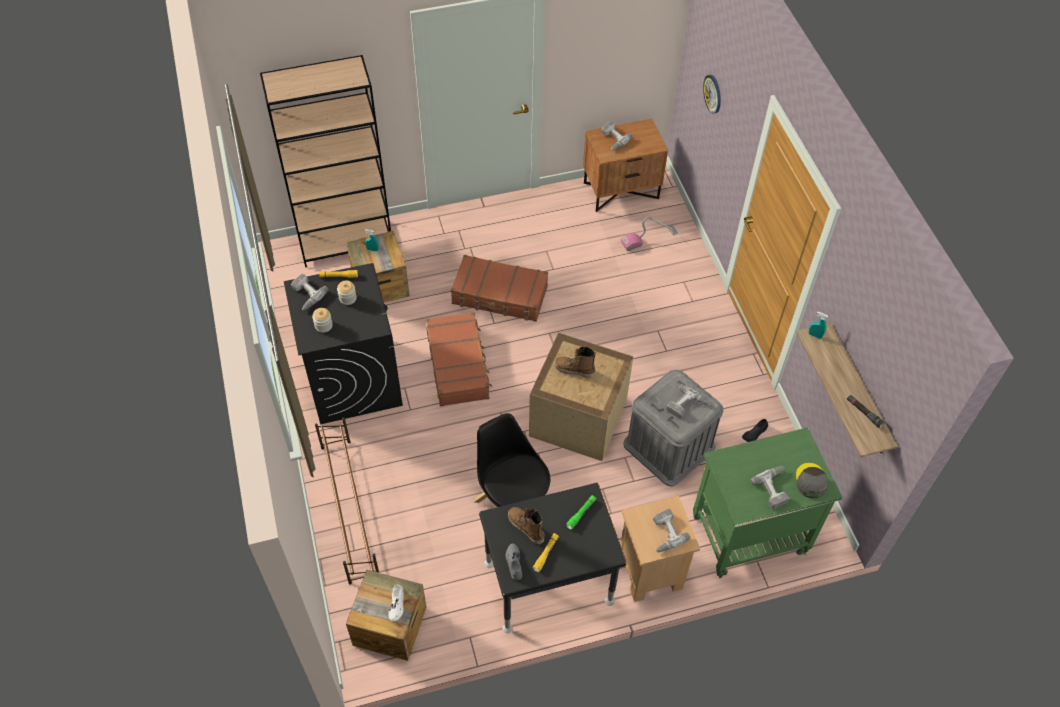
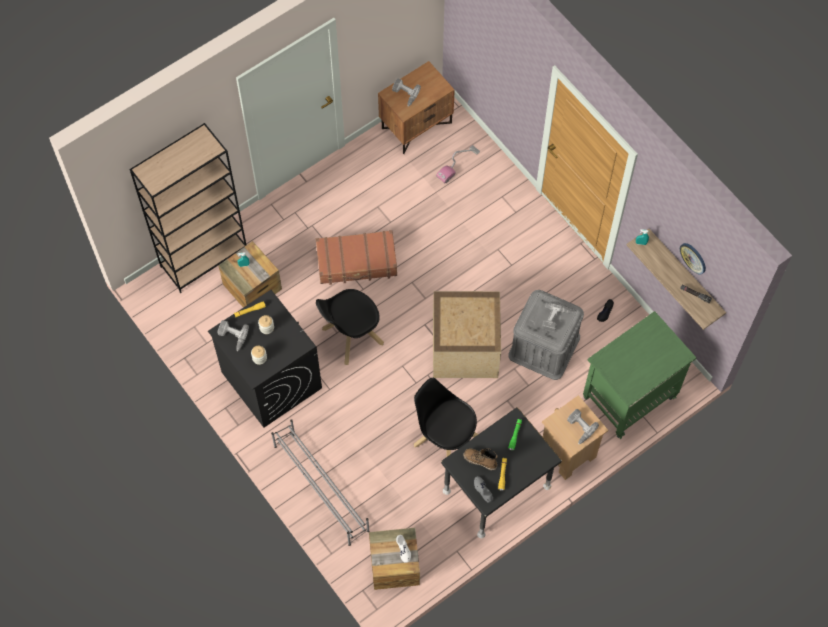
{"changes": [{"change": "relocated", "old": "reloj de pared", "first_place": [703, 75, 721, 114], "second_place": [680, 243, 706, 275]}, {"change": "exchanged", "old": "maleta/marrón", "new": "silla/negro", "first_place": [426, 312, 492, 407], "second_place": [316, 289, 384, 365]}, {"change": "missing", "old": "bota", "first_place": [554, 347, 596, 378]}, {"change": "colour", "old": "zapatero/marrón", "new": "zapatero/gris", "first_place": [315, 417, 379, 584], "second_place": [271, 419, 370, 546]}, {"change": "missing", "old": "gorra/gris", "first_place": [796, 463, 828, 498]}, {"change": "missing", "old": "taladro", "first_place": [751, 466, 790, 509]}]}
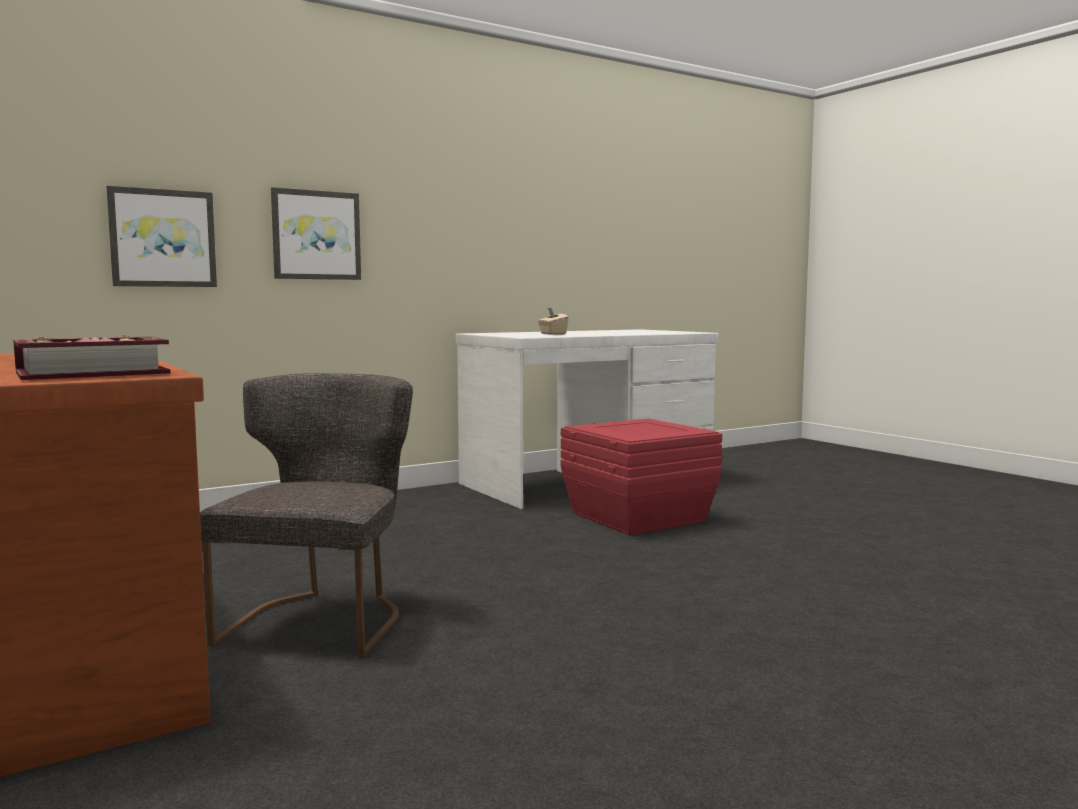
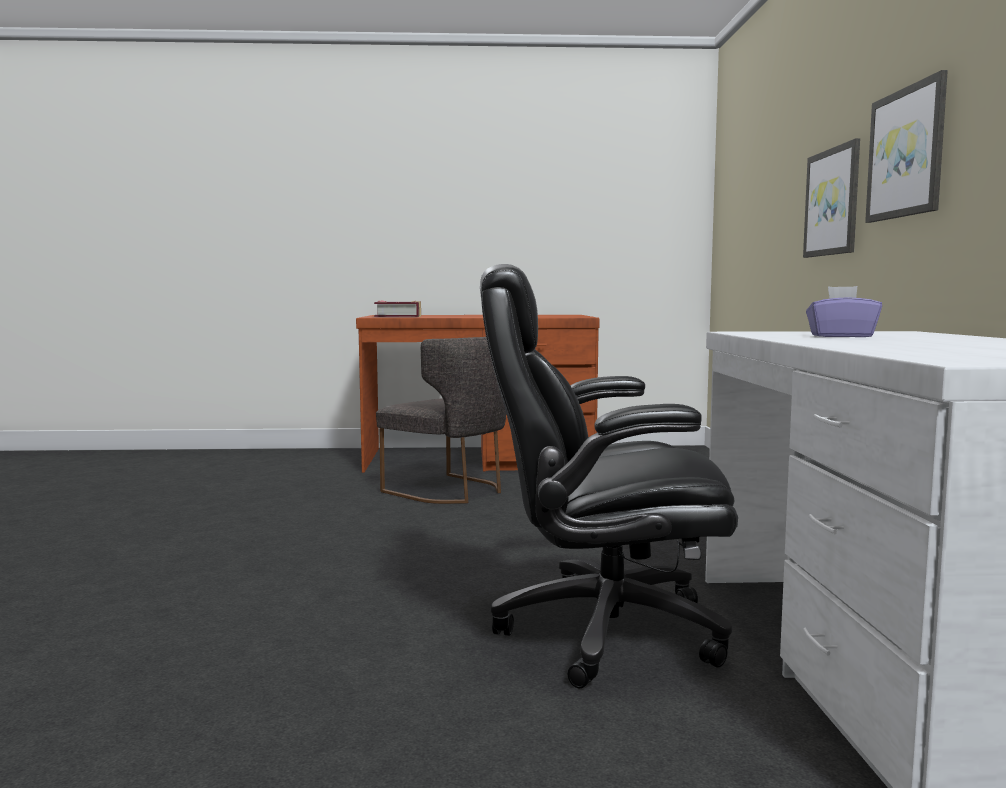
{"changes": [{"change": "relocated", "old": "cuadro", "first_place": [107, 186, 217, 287], "second_place": [865, 70, 948, 223]}, {"change": "colour", "old": "caja de pañuelos/beis", "new": "caja de pañuelos/morado", "first_place": [538, 308, 569, 335], "second_place": [806, 286, 882, 337]}, {"change": "exchanged", "old": "caja de almacenaje/rojo", "new": "silla de oficina/negro", "first_place": [560, 419, 722, 535], "second_place": [480, 264, 738, 688]}]}
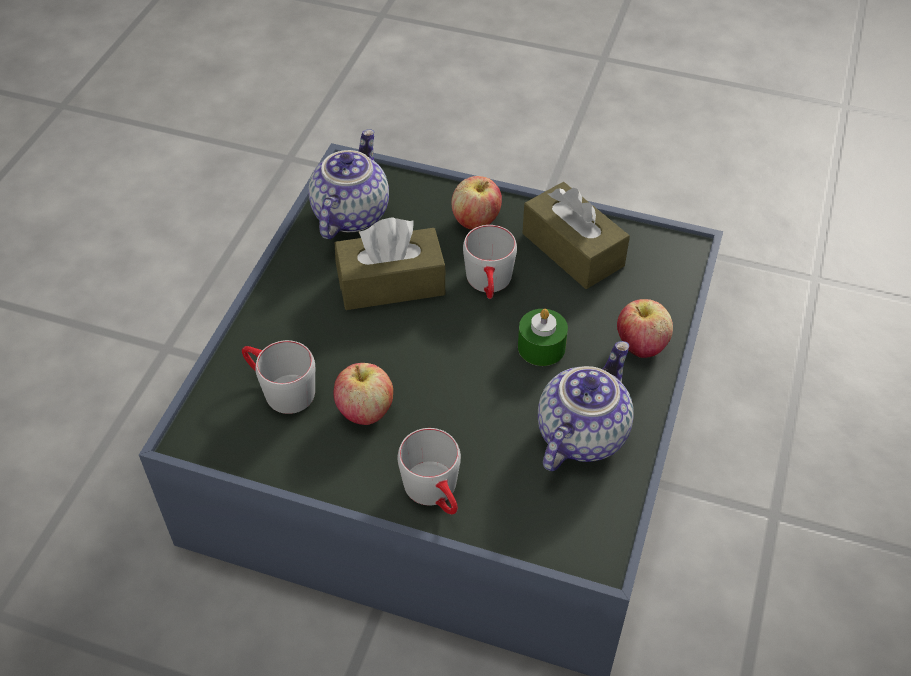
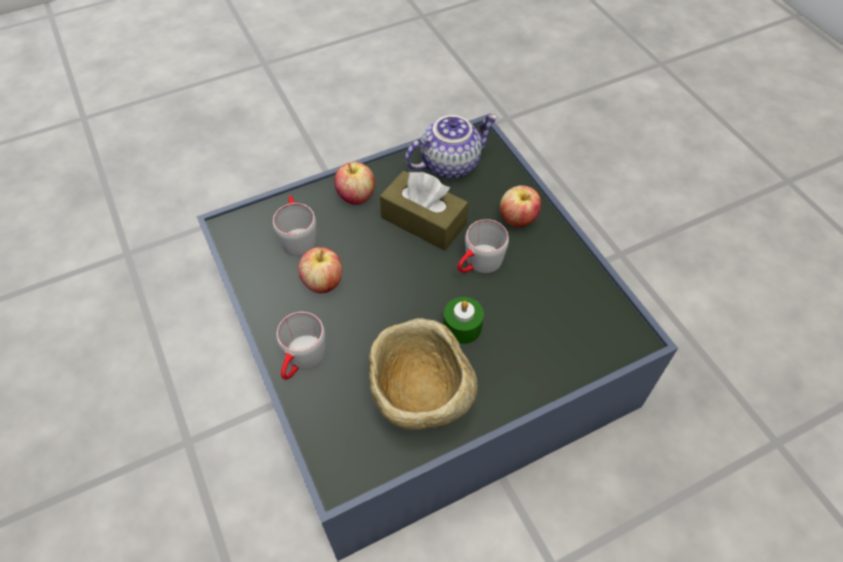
{"changes": [{"change": "missing", "old": "caja de pañuelos/marrón", "first_place": [522, 182, 630, 289]}, {"change": "relocated", "old": "manzana", "first_place": [617, 299, 673, 358], "second_place": [334, 162, 375, 205]}, {"change": "exchanged", "old": "tetera", "new": "cuenco/beis", "first_place": [538, 341, 634, 471], "second_place": [369, 318, 477, 430]}]}
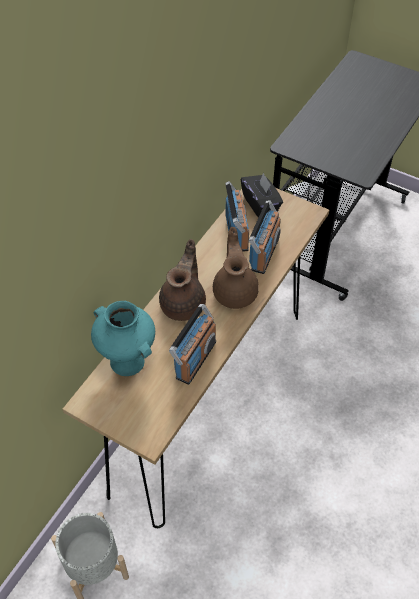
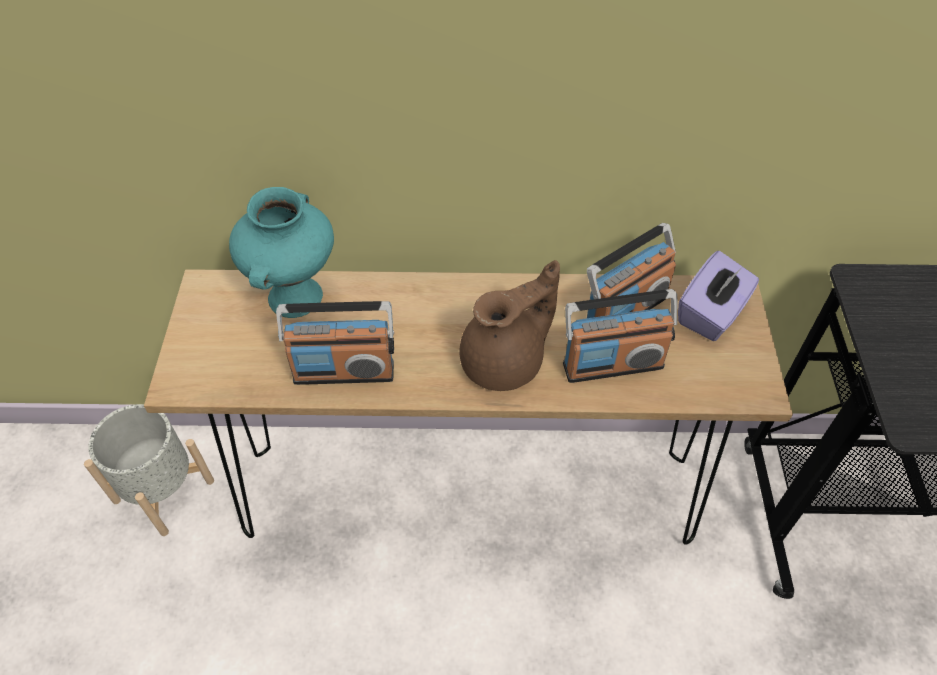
{"changes": [{"change": "colour", "old": "caja de pañuelos/negro", "new": "caja de pañuelos/morado", "first_place": [241, 172, 283, 218], "second_place": [678, 251, 759, 341]}, {"change": "missing", "old": "tetera/marrón", "first_place": [159, 239, 206, 321]}]}
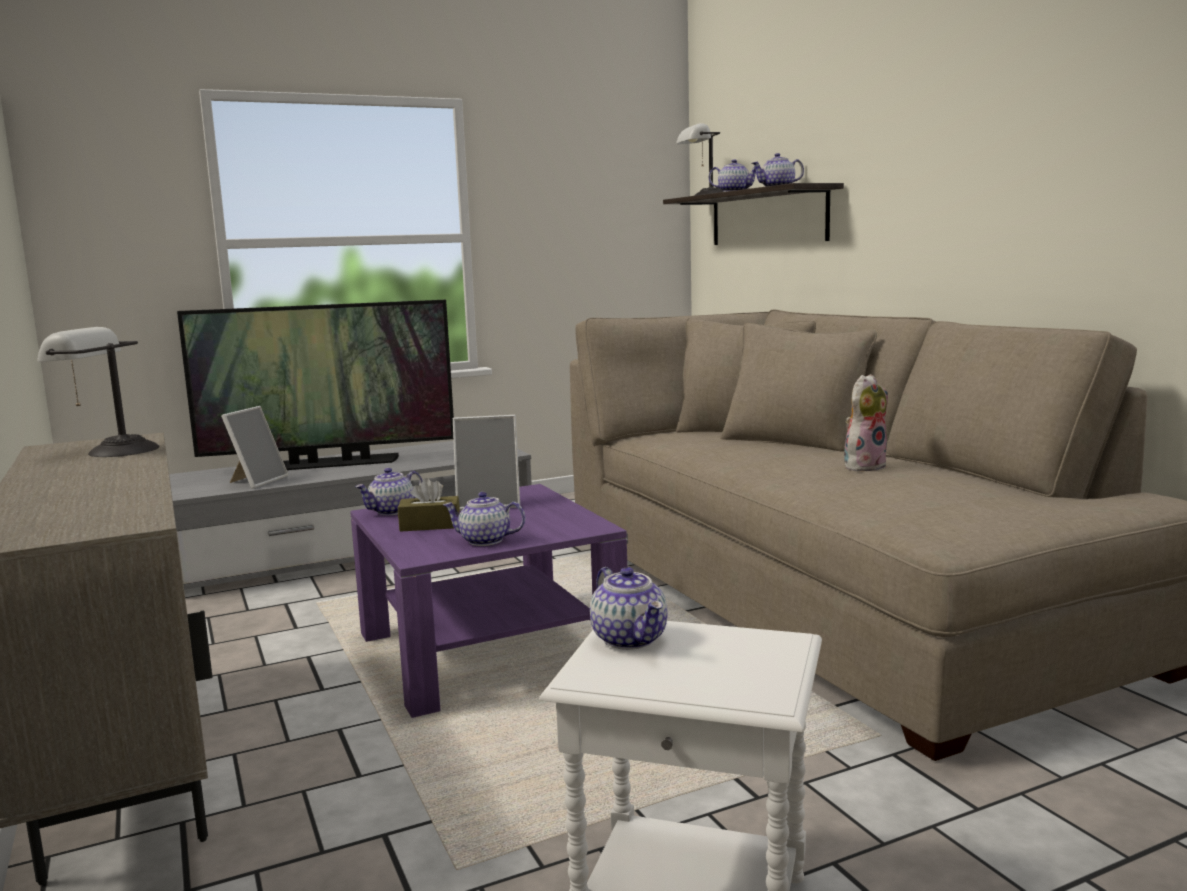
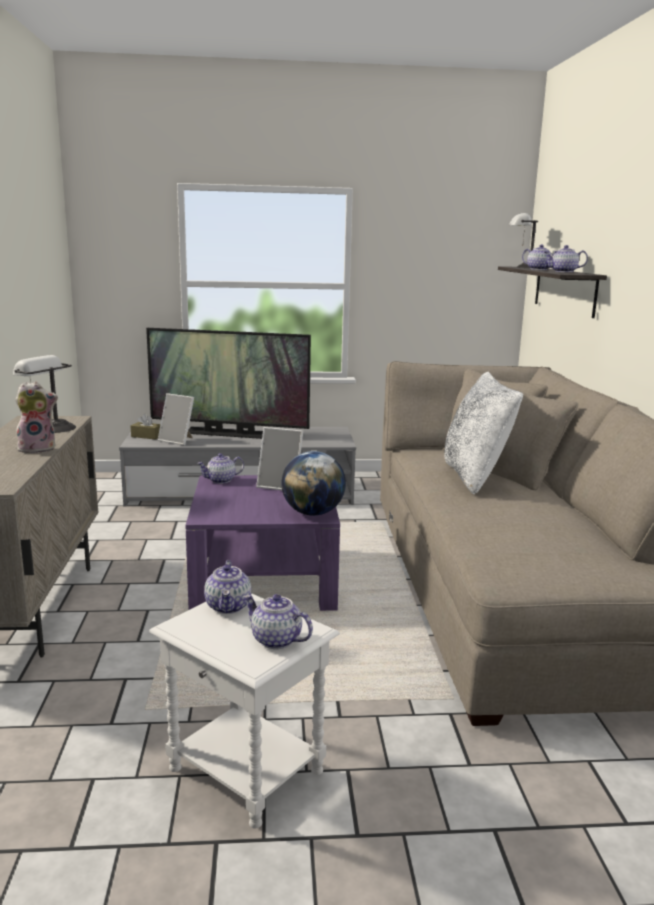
{"changes": [{"change": "relocated", "old": "peluche", "first_place": [844, 374, 888, 471], "second_place": [15, 382, 58, 454]}, {"change": "spun", "old": "portarretratos", "first_place": [221, 406, 289, 489], "second_place": [158, 393, 194, 445], "degrees": 75}, {"change": "relocated", "old": "caja de pañuelos/marrón", "first_place": [398, 478, 460, 532], "second_place": [131, 414, 160, 440]}, {"change": "relocated", "old": "tetera", "first_place": [443, 492, 525, 546], "second_place": [243, 594, 313, 649]}, {"change": "appeared", "new": "cojín/blanco", "second_place": [444, 372, 523, 494]}, {"change": "appeared", "new": "globo terráqueo", "second_place": [281, 451, 346, 516]}]}
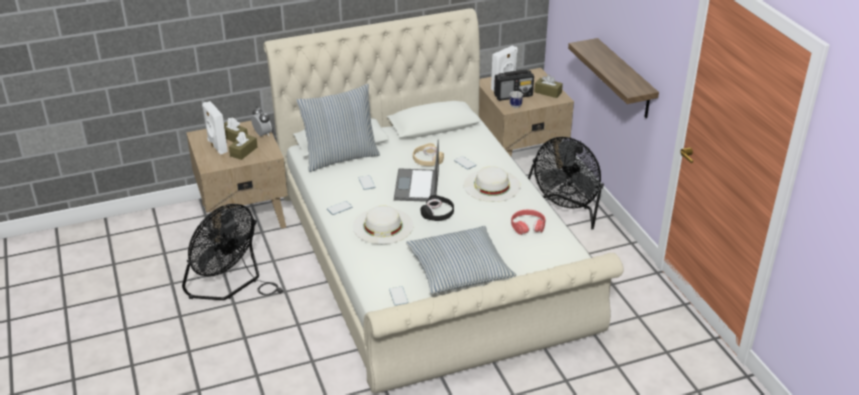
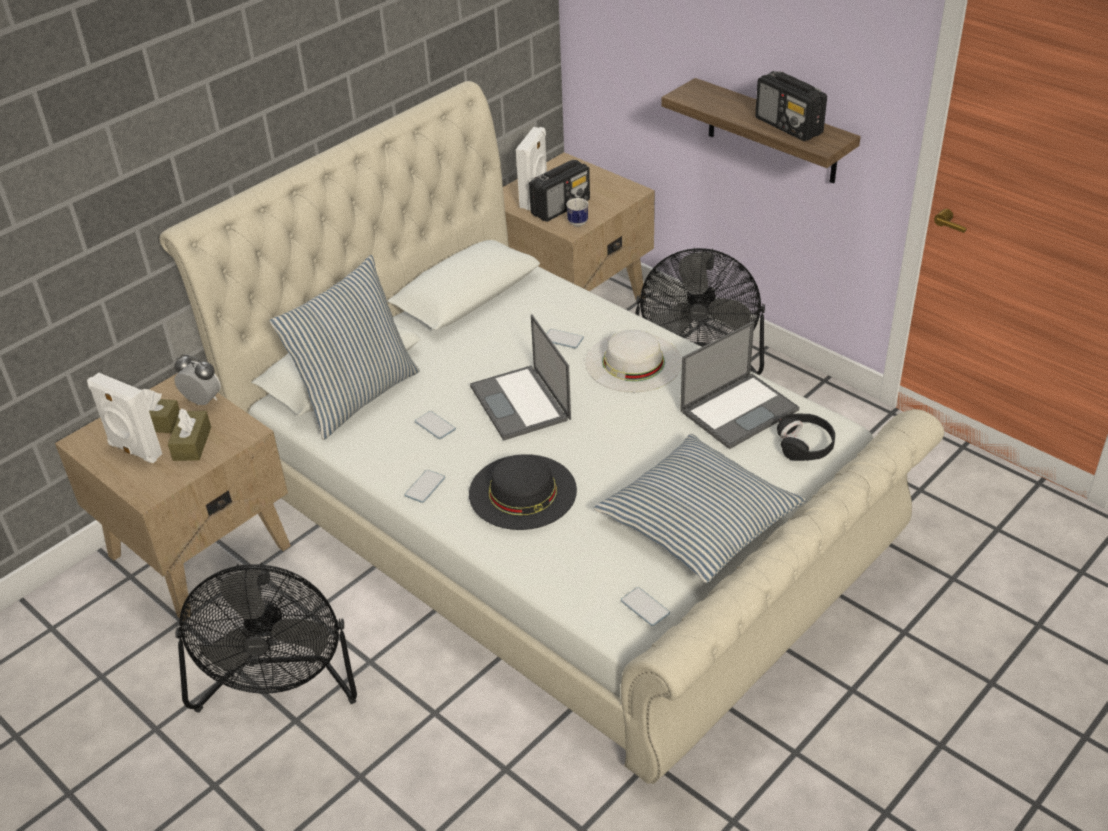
{"changes": [{"change": "missing", "old": "caja de pañuelos/marrón", "first_place": [535, 74, 563, 98]}, {"change": "missing", "old": "auriculares/beis", "first_place": [413, 143, 444, 166]}, {"change": "relocated", "old": "auriculares/negro", "first_place": [420, 195, 454, 221], "second_place": [777, 413, 835, 461]}, {"change": "spun", "old": "ventilador/negro", "first_place": [182, 204, 283, 300], "second_place": [175, 562, 357, 713], "degrees": -105}, {"change": "colour", "old": "sombrero/blanco", "new": "sombrero/negro", "first_place": [353, 206, 413, 244], "second_place": [469, 454, 577, 530]}, {"change": "exchanged", "old": "auriculares/rojo", "new": "portátil", "first_place": [511, 210, 546, 235], "second_place": [680, 321, 799, 449]}, {"change": "appeared", "new": "radio", "second_place": [755, 71, 827, 141]}]}
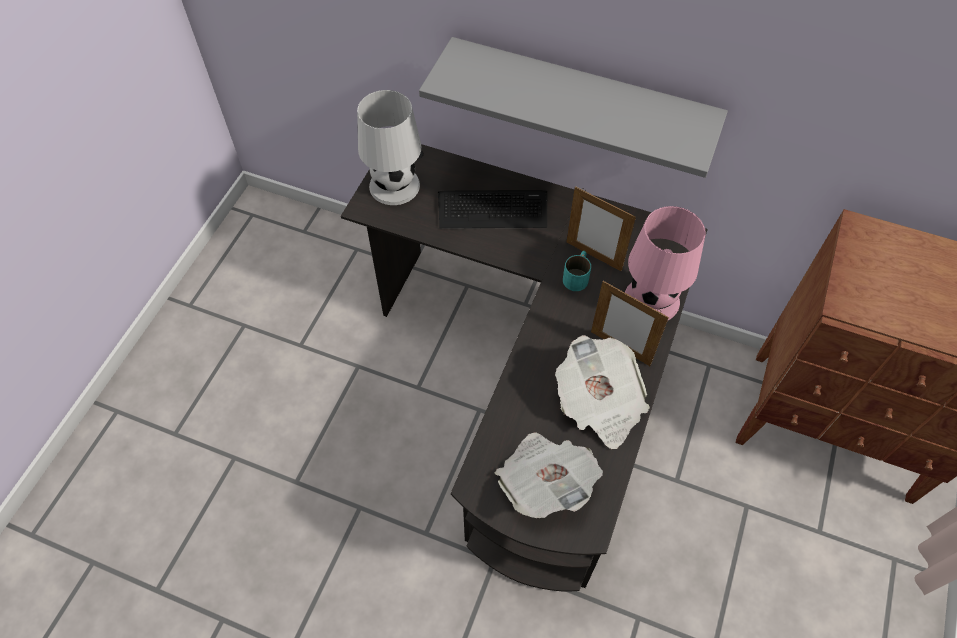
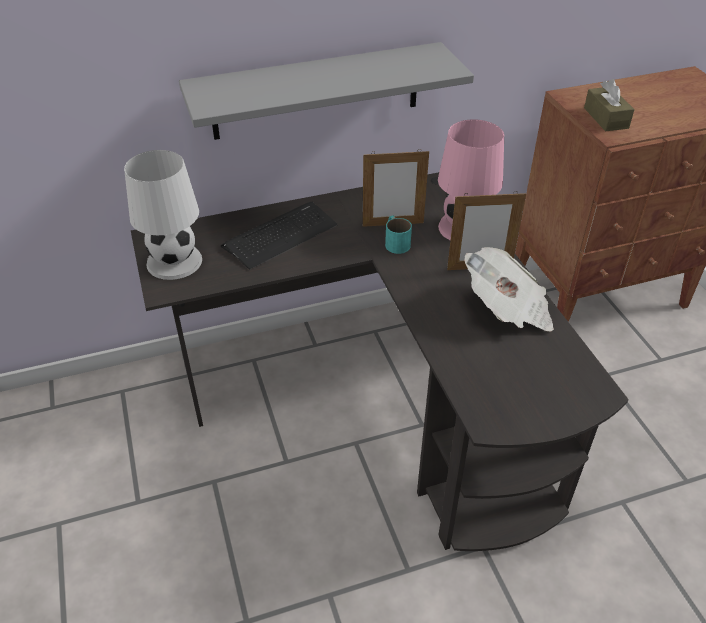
{"changes": [{"change": "missing", "old": "periódico", "first_place": [494, 432, 603, 518]}, {"change": "appeared", "new": "caja de pañuelos/marrón", "second_place": [584, 79, 635, 131]}]}
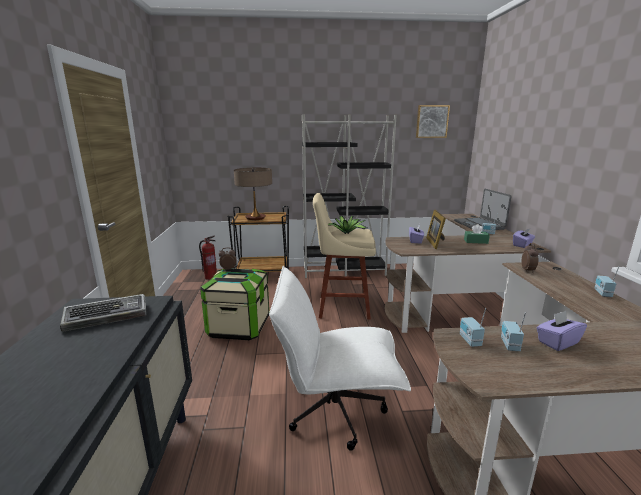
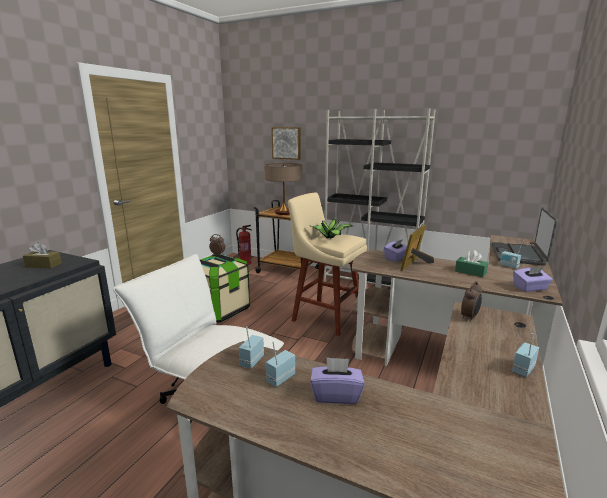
{"changes": [{"change": "relocated", "old": "cuadro", "first_place": [416, 105, 450, 138], "second_place": [271, 127, 301, 160]}, {"change": "exchanged", "old": "teclado", "new": "caja de pañuelos/marrón", "first_place": [60, 294, 146, 332], "second_place": [23, 243, 62, 268]}]}
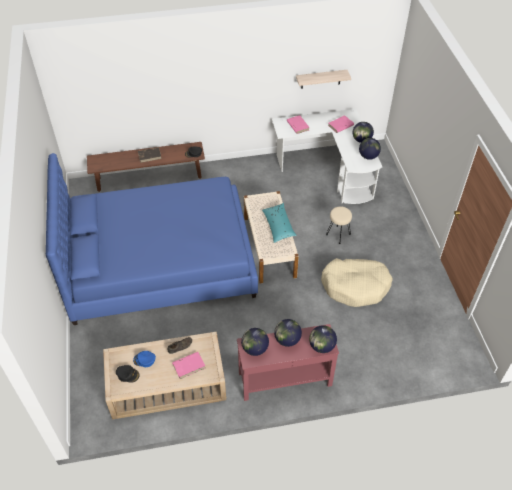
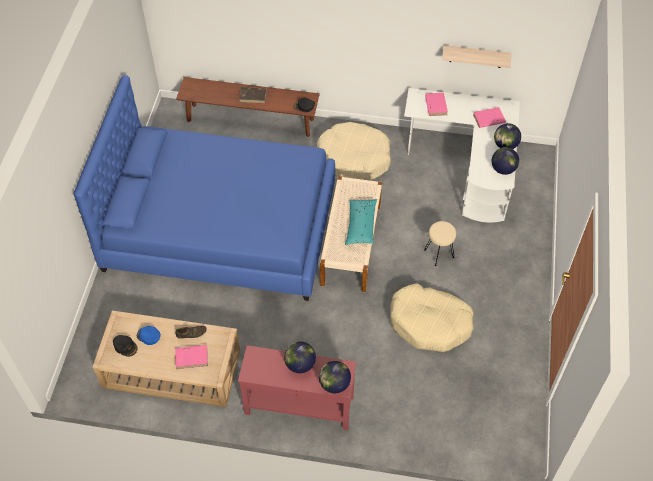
{"changes": [{"change": "missing", "old": "globo terráqueo", "first_place": [241, 328, 269, 356]}, {"change": "appeared", "new": "cama para perro/beis", "second_place": [317, 122, 391, 180]}]}
